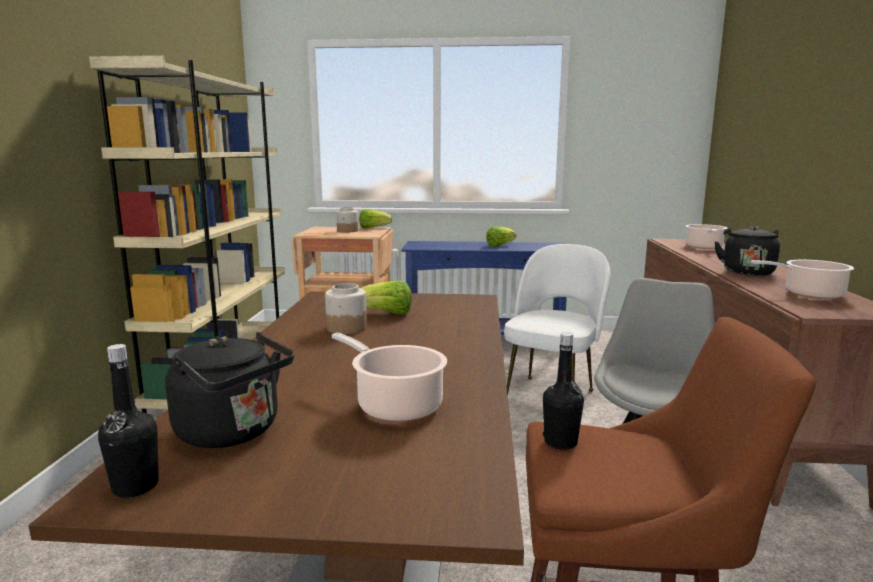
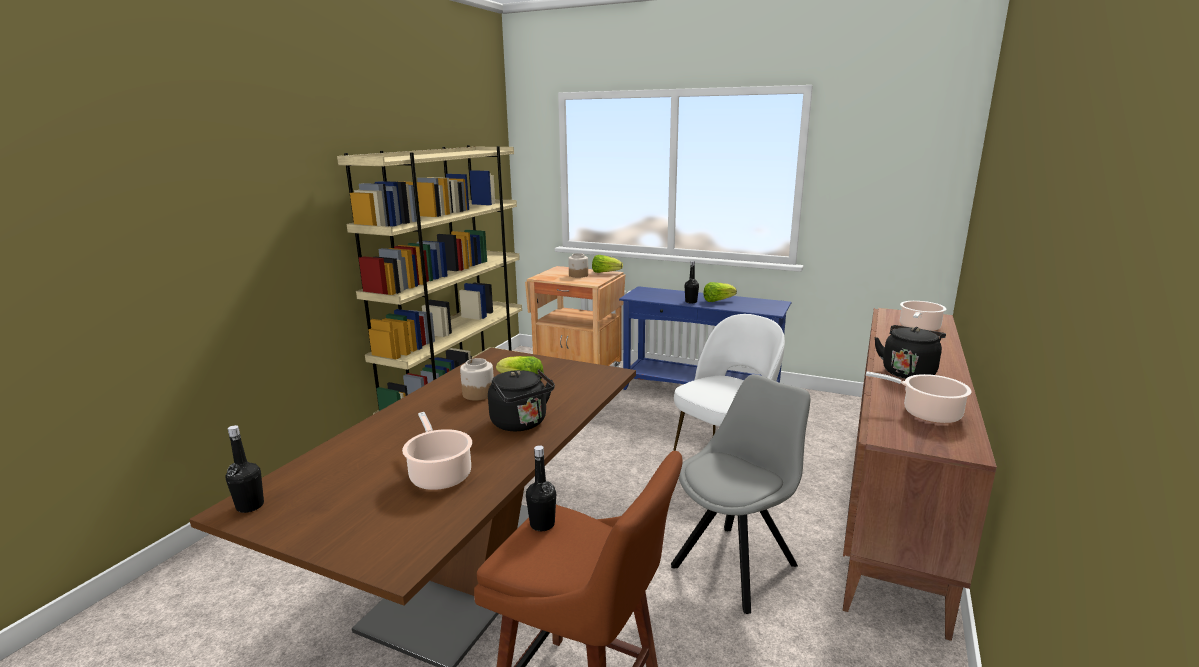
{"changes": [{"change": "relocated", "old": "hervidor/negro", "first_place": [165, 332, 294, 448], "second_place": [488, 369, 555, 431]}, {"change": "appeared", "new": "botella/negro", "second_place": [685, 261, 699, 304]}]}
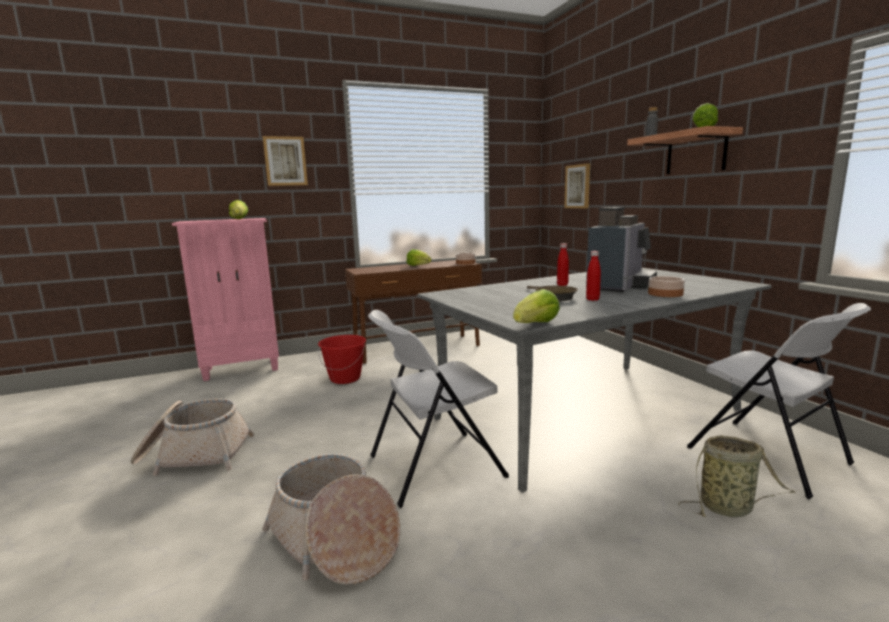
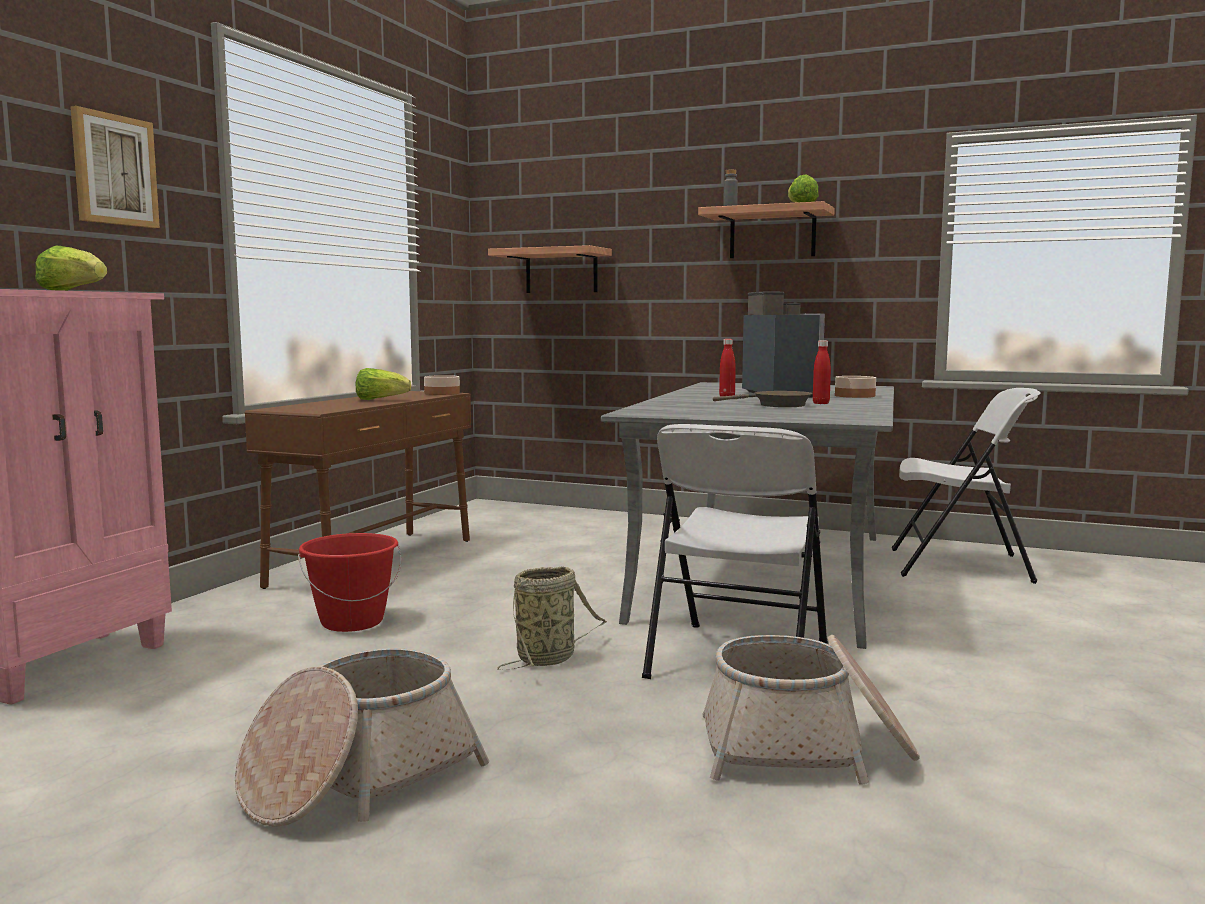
{"changes": [{"change": "exchanged", "old": "cuadro", "new": "estante", "first_place": [564, 163, 590, 208], "second_place": [488, 245, 612, 293]}, {"change": "missing", "old": "lechuga", "first_place": [513, 289, 560, 323]}, {"change": "relocated", "old": "cesta", "first_place": [678, 435, 795, 517], "second_place": [497, 566, 607, 670]}]}
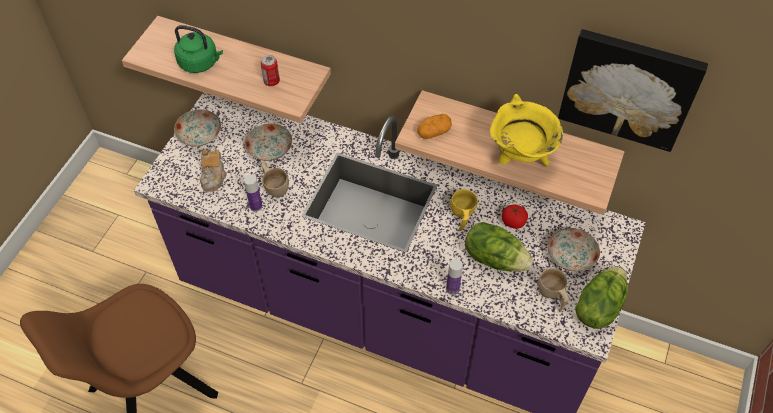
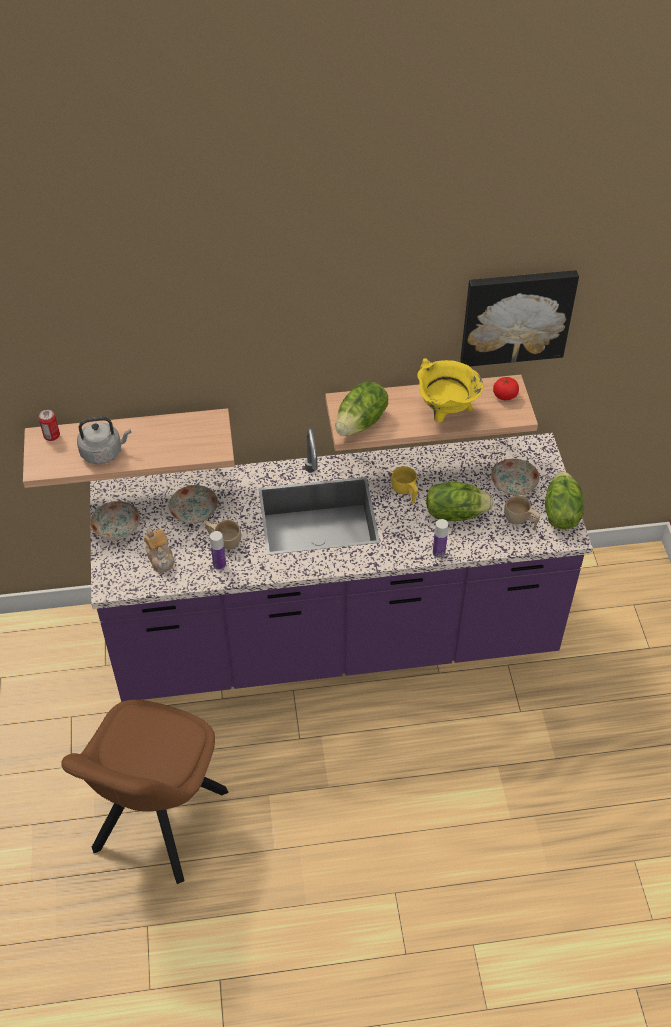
{"changes": [{"change": "colour", "old": "hervidor/verde", "new": "hervidor/gris", "first_place": [174, 25, 223, 73], "second_place": [77, 416, 131, 464]}, {"change": "relocated", "old": "lata", "first_place": [261, 55, 280, 86], "second_place": [39, 410, 60, 441]}, {"change": "exchanged", "old": "patata", "new": "lechuga", "first_place": [417, 114, 452, 139], "second_place": [336, 382, 388, 436]}, {"change": "relocated", "old": "tomate", "first_place": [502, 205, 528, 229], "second_place": [493, 377, 519, 400]}]}
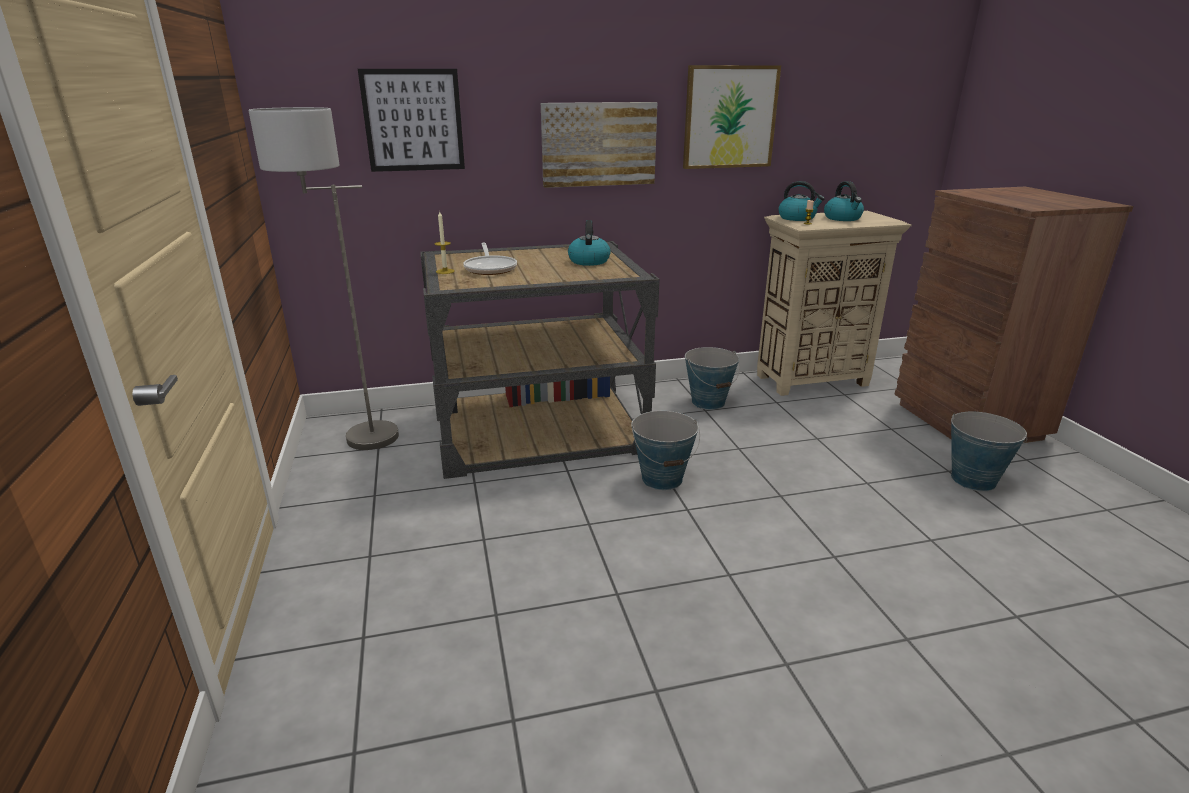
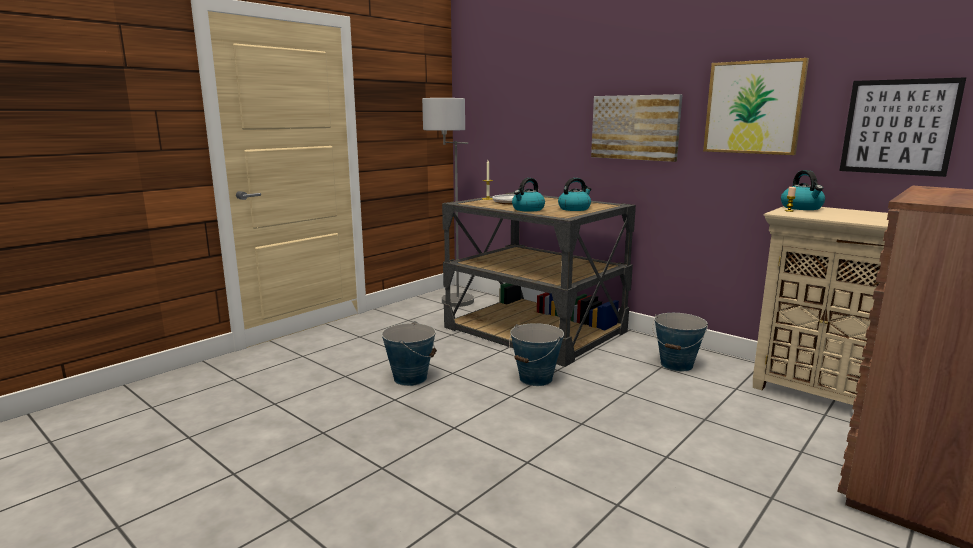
{"changes": [{"change": "relocated", "old": "cuadro", "first_place": [358, 69, 465, 172], "second_place": [840, 77, 966, 177]}, {"change": "relocated", "old": "hervidor", "first_place": [824, 181, 864, 221], "second_place": [512, 178, 545, 212]}, {"change": "relocated", "old": "cubo", "first_place": [951, 411, 1027, 491], "second_place": [382, 321, 437, 386]}]}
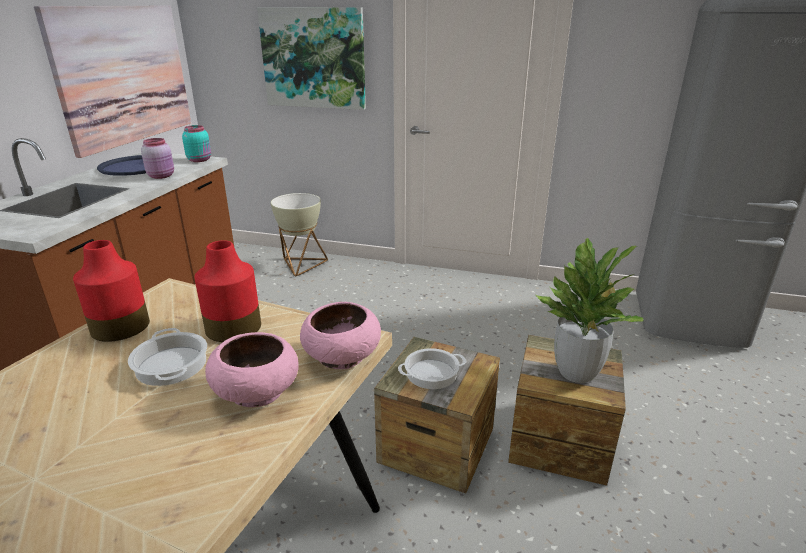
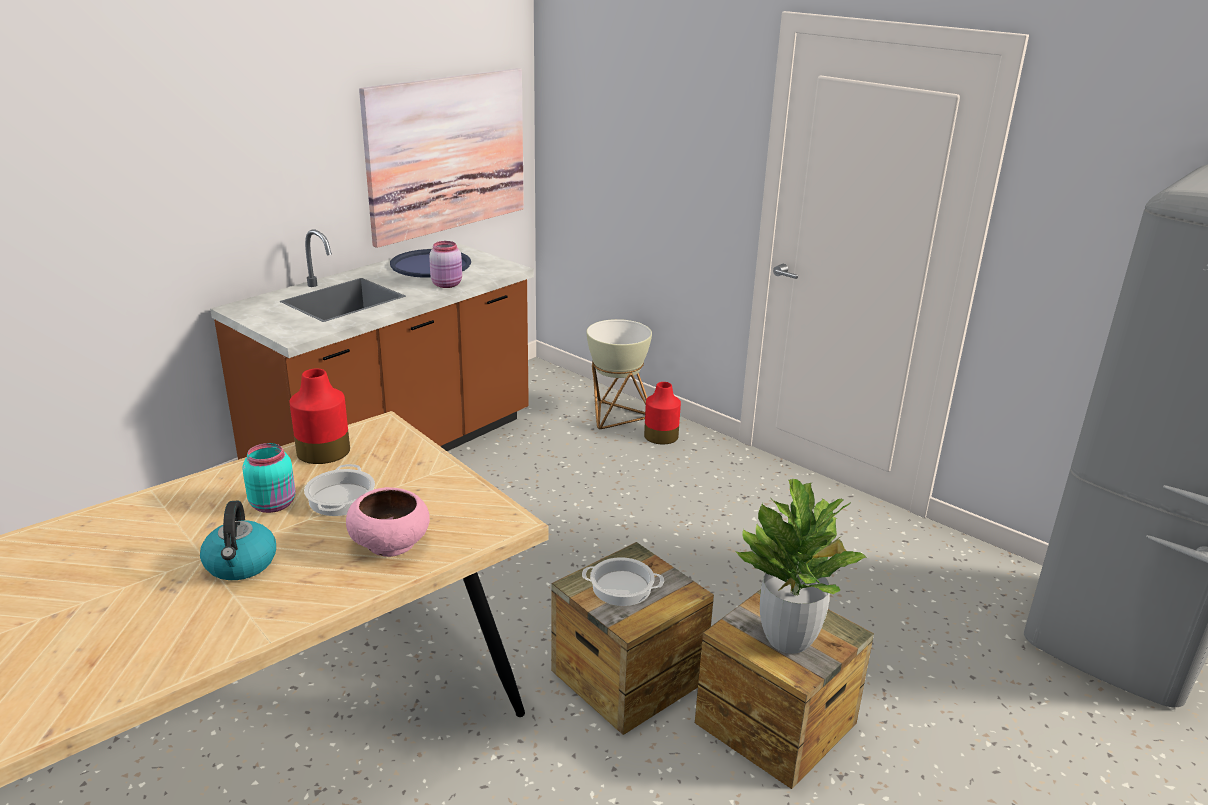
{"changes": [{"change": "missing", "old": "cuadro", "first_place": [257, 7, 366, 110]}, {"change": "relocated", "old": "tarro/turquesa", "first_place": [182, 125, 211, 162], "second_place": [242, 443, 296, 513]}, {"change": "relocated", "old": "florero/rojo", "first_place": [194, 240, 261, 342], "second_place": [644, 382, 681, 444]}, {"change": "missing", "old": "cuenco/rosa", "first_place": [300, 302, 381, 369]}, {"change": "appeared", "new": "hervidor", "second_place": [200, 500, 276, 580]}]}
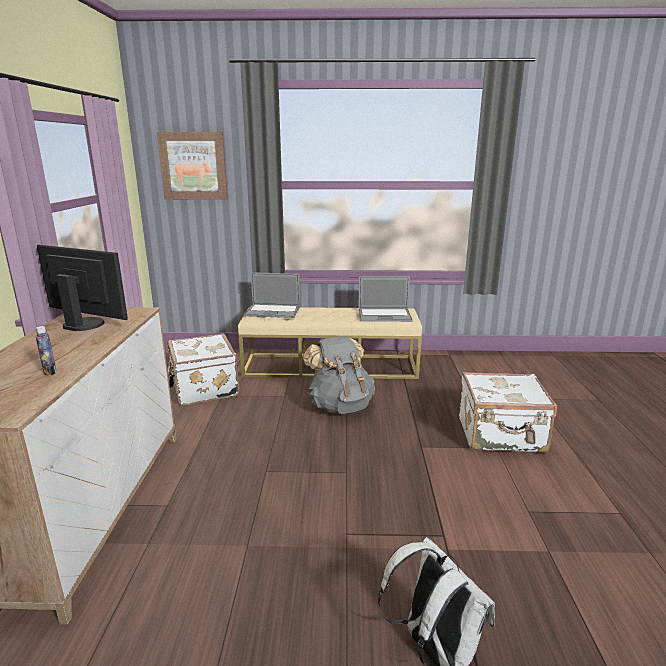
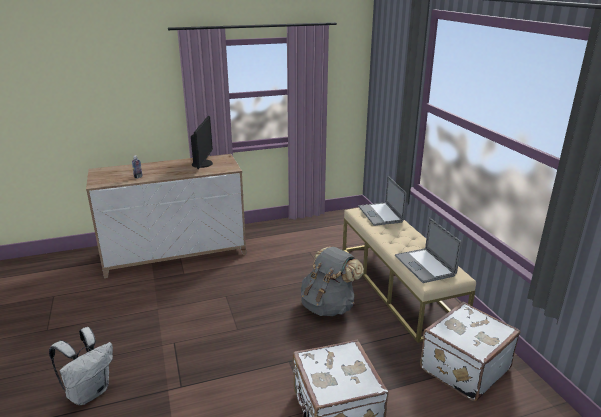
{"changes": [{"change": "missing", "old": "cuadro", "first_place": [157, 132, 228, 200]}, {"change": "relocated", "old": "maleta/blanco", "first_place": [167, 333, 239, 405], "second_place": [420, 302, 520, 402]}]}
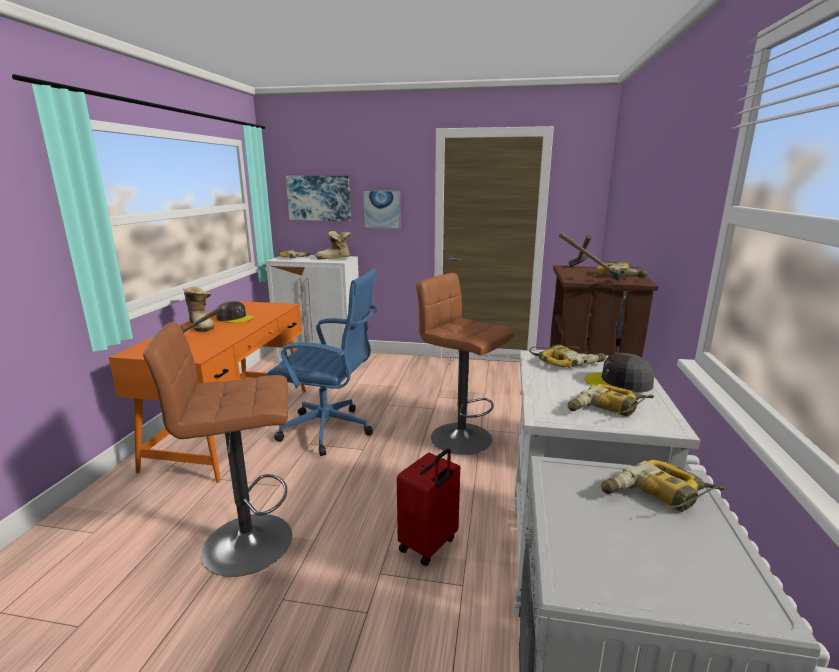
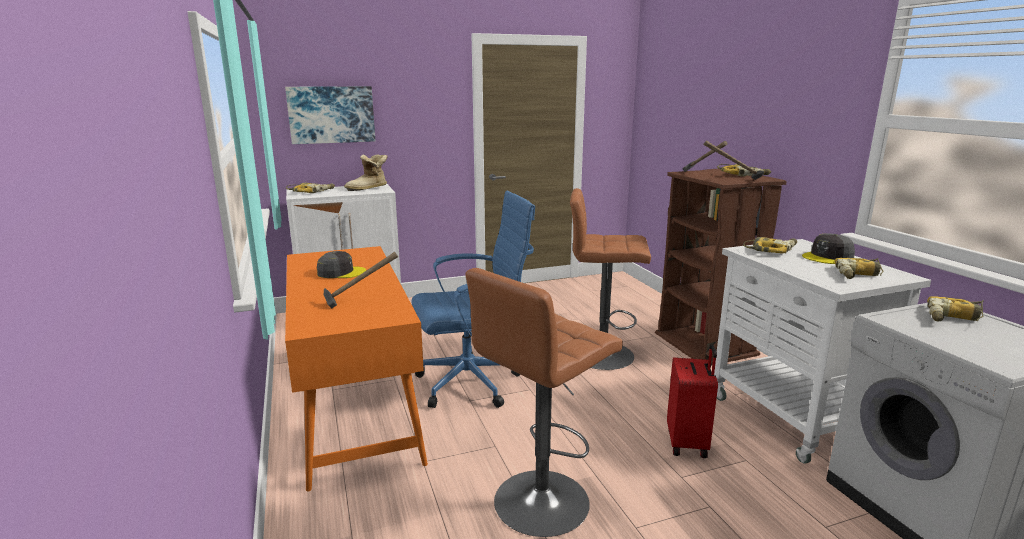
{"changes": [{"change": "missing", "old": "cuadro", "first_place": [363, 190, 401, 229]}, {"change": "missing", "old": "bota", "first_place": [184, 286, 215, 332]}]}
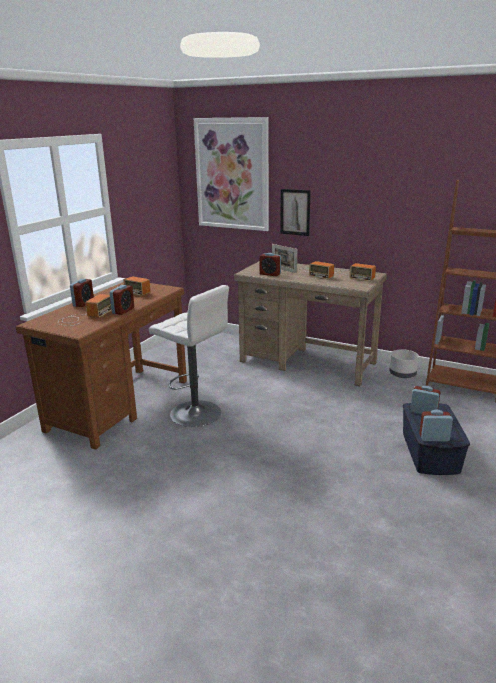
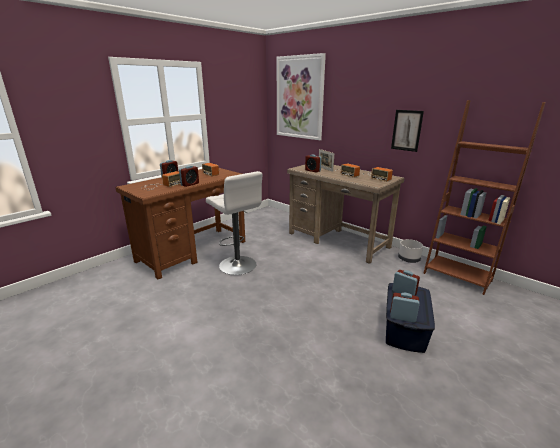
{"changes": [{"change": "relocated", "old": "cuadro", "first_place": [280, 189, 311, 236], "second_place": [391, 110, 424, 152]}]}
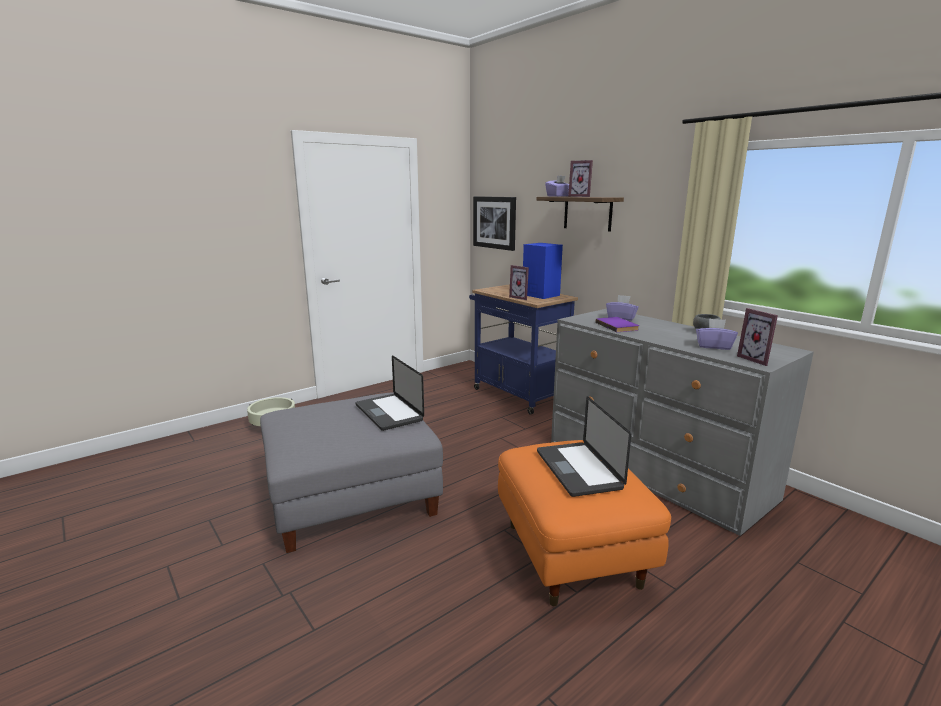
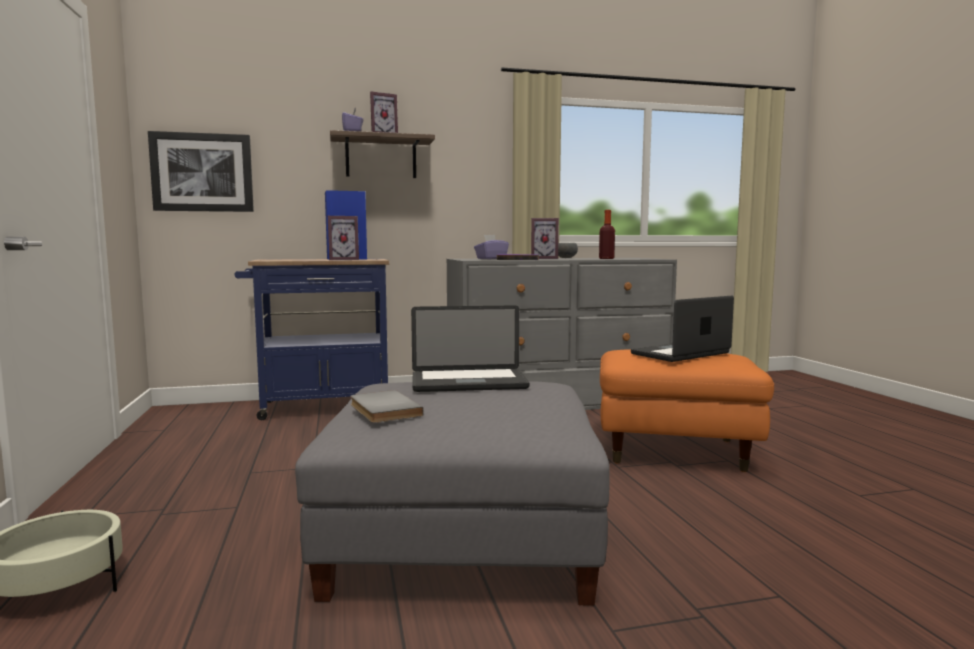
{"changes": [{"change": "relocated", "old": "portarretratos", "first_place": [737, 308, 778, 366], "second_place": [531, 218, 559, 259]}, {"change": "exchanged", "old": "caja de pañuelos/morado", "new": "botella", "first_place": [696, 318, 738, 350], "second_place": [599, 210, 615, 259]}, {"change": "spun", "old": "portátil", "first_place": [537, 396, 631, 497], "second_place": [631, 296, 734, 362], "degrees": 135}, {"change": "appeared", "new": "libro/gris", "second_place": [351, 390, 424, 423]}]}
